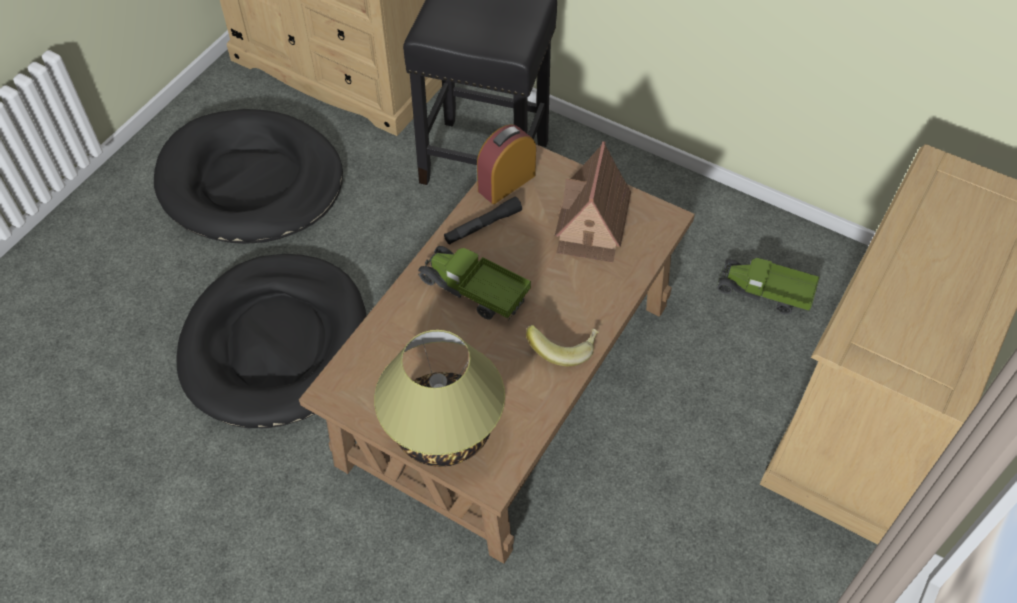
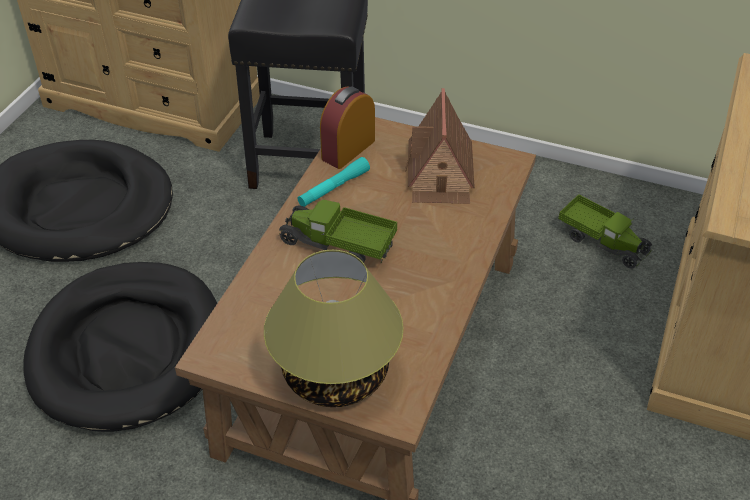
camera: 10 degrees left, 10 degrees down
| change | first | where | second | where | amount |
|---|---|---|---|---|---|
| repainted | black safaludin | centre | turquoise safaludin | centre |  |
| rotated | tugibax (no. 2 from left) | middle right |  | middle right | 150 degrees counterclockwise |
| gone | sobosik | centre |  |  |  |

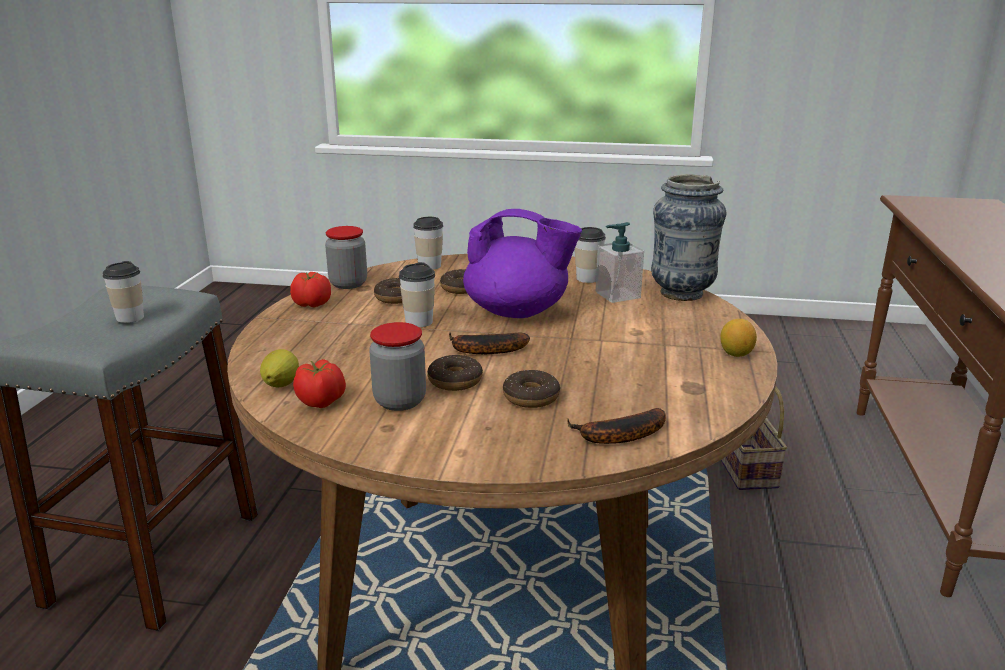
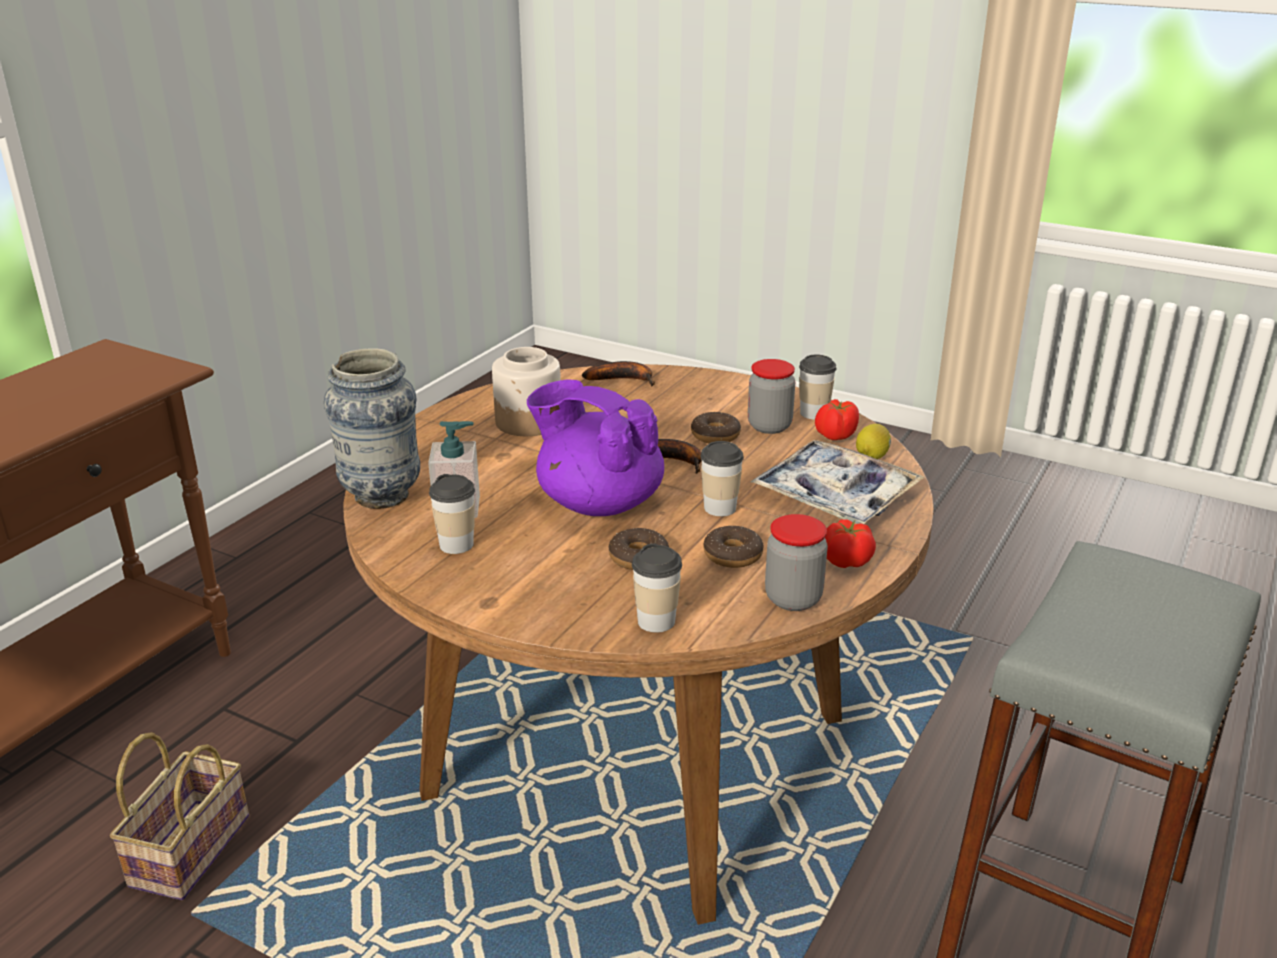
camera: 160 degrees left, 5 degrees up
| change | first | where | second | where | amount |
|---|---|---|---|---|---|
| shifted | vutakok (no. 1 from left in the first image) | middle left | vutakok (no. 4 from left) | centre |  |
| gone | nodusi (no. 2 from left) | middle right |  |  |  |
| gone | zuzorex (no. 4 from left) | centre |  |  |  |
| new |  |  | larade (no. 1 from left) | centre |  |
| new |  |  | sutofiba | centre |  |

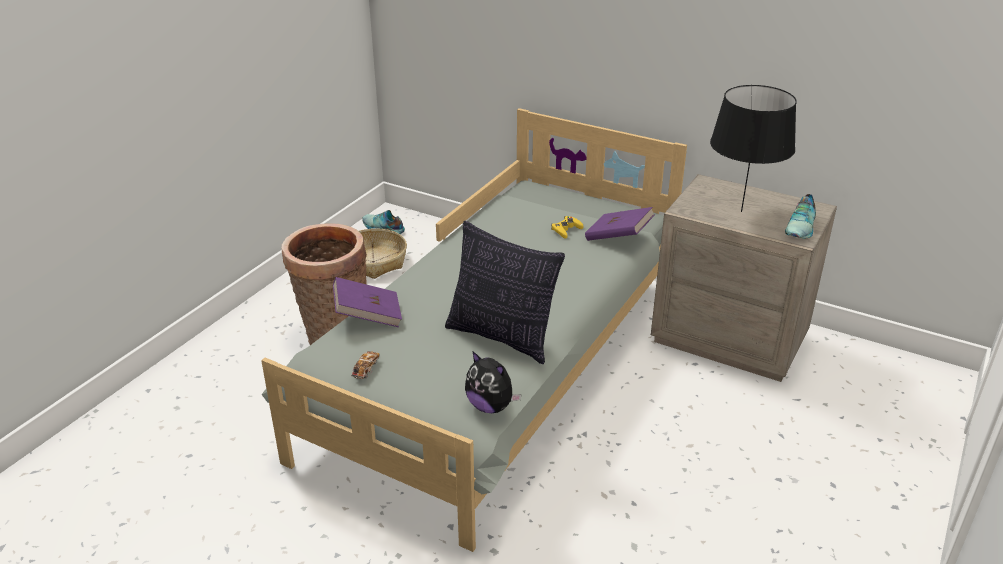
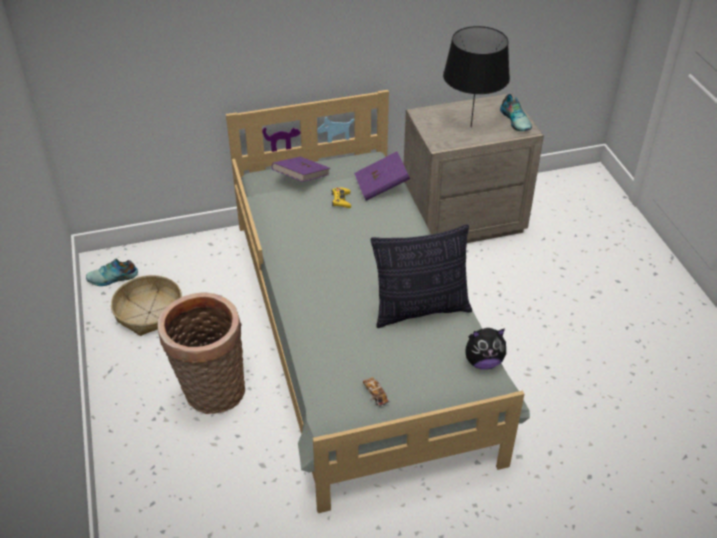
camera: 45 degrees left, 10 degrees up
| change | first | where | second | where | amount |
|---|---|---|---|---|---|
| shifted | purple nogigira (no. 1 from left) | centre |  | top centre |  |

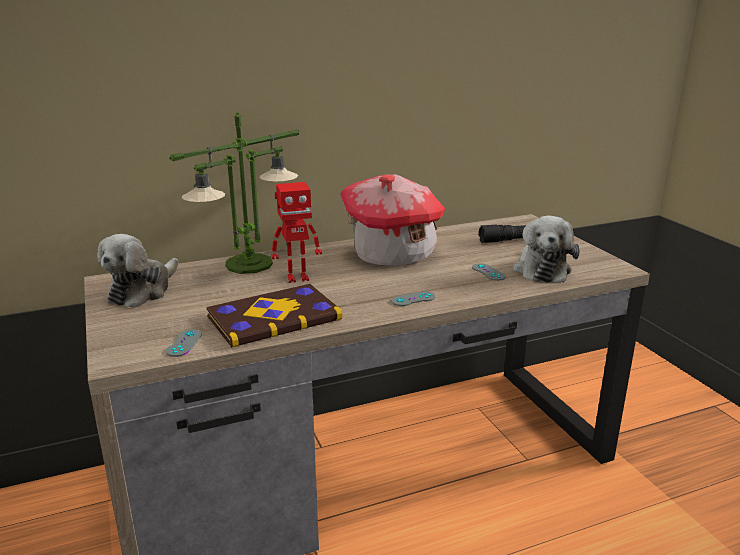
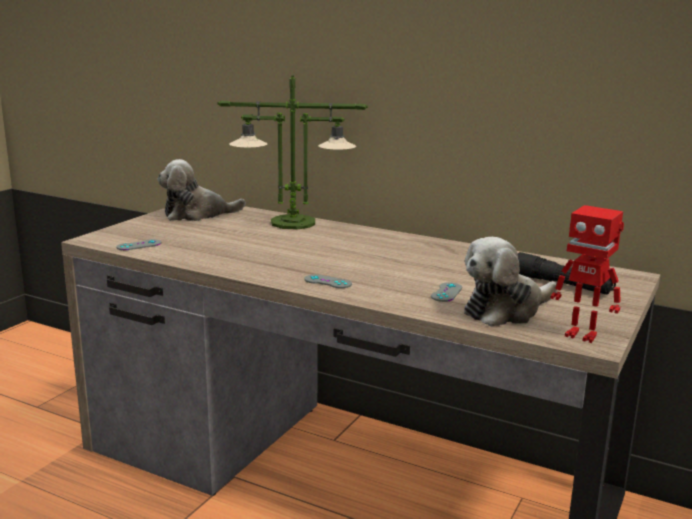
camera: 50 degrees right, 5 degrees down
| change | first | where | second | where | amount |
|---|---|---|---|---|---|
| gone | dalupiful | centre |  |  |  |
| shifted | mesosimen | centre |  | middle right |  |
| gone | nogigira | centre |  |  |  |

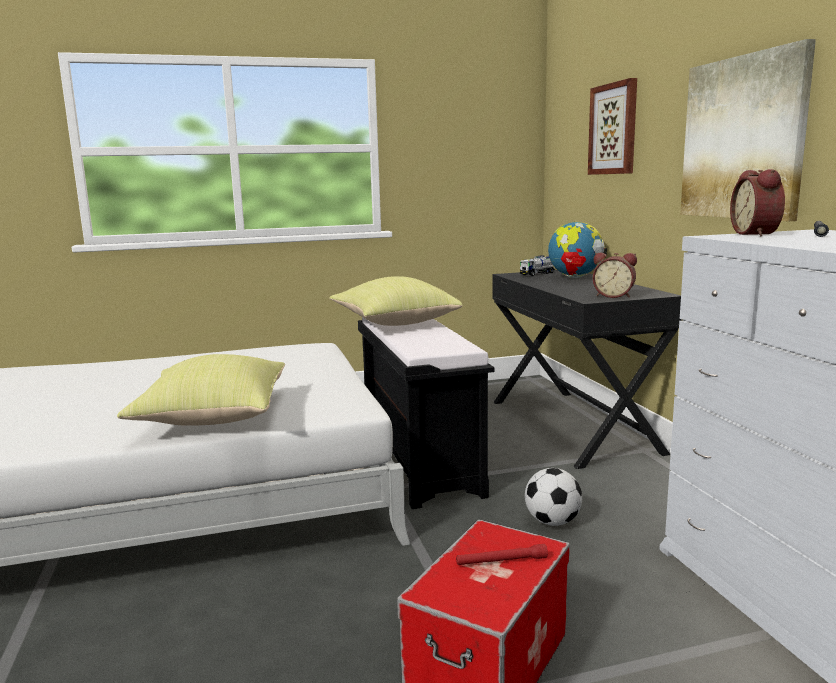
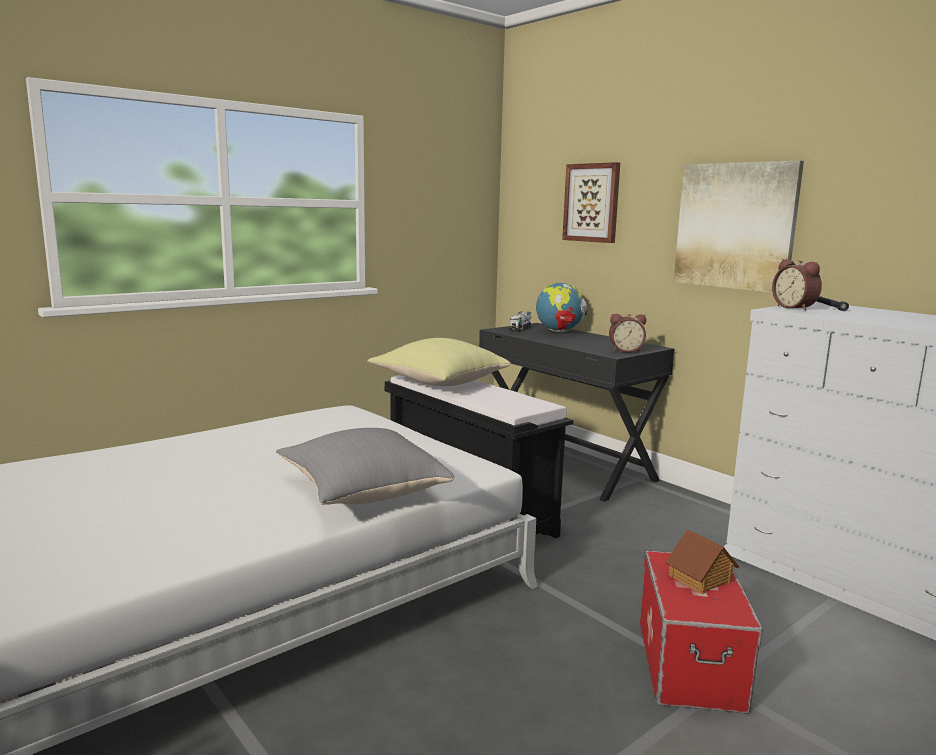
camera: 25 degrees left, 0 degrees up
| change | first | where | second | where | amount |
|---|---|---|---|---|---|
| repainted | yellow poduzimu (no. 1 from left) | middle left | grey poduzimu | centre |  |
| gone | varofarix | bottom centre |  |  |  |
| swapped | red safaludin | bottom centre | dalupiful | bottom right |  |

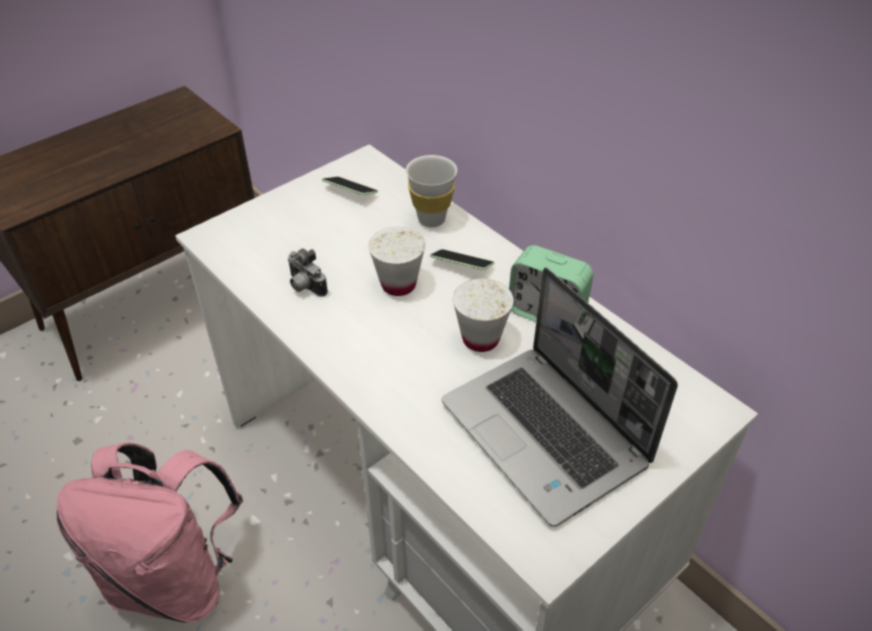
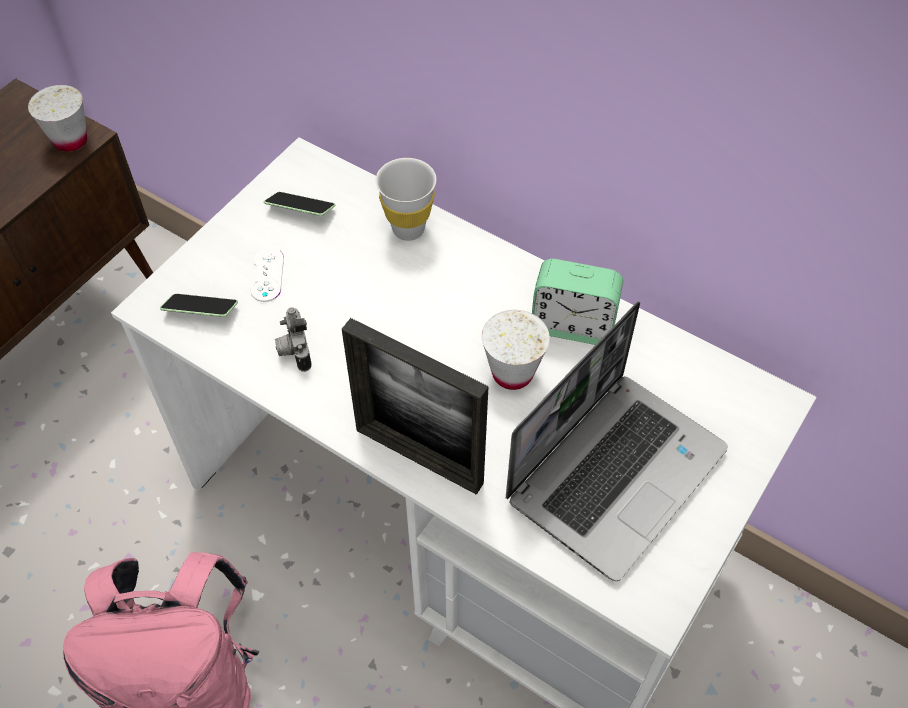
camera: 15 degrees left, 10 degrees up
| change | first | where | second | where | amount |
|---|---|---|---|---|---|
| shifted | white vutakok (no. 1 from left) | centre |  | top left |  |
| rotated | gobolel | centre |  | middle left | 45 degrees clockwise |
| shifted | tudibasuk (no. 2 from left in the first image) | centre | tudibasuk (no. 1 from left) | middle left |  |
| rotated | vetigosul | centre |  | middle right | 90 degrees counterclockwise |
| new |  |  | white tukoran | middle left |  |
| new |  |  | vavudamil | centre |  |

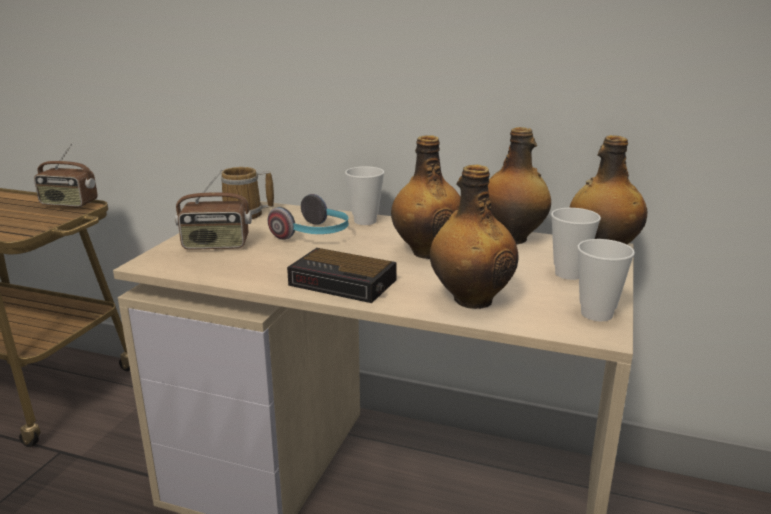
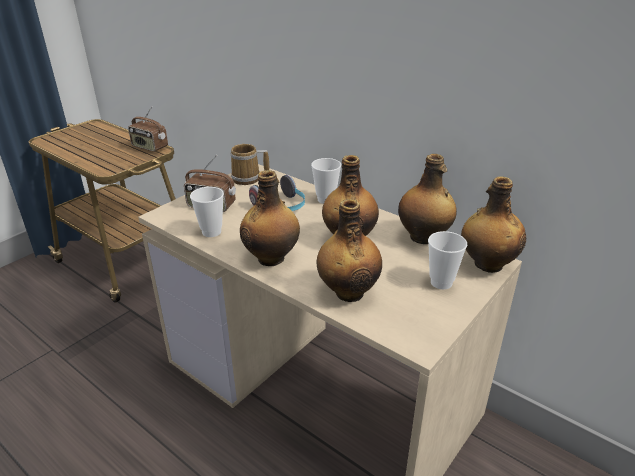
camera: 20 degrees right, 10 degrees up
| change | first | where | second | where | amount |
|---|---|---|---|---|---|
| shifted | vutakok (no. 3 from left in the first image) | middle right | vutakok (no. 1 from left) | middle left |  |
| swapped | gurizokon | centre | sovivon (no. 1 from left) | centre |  |

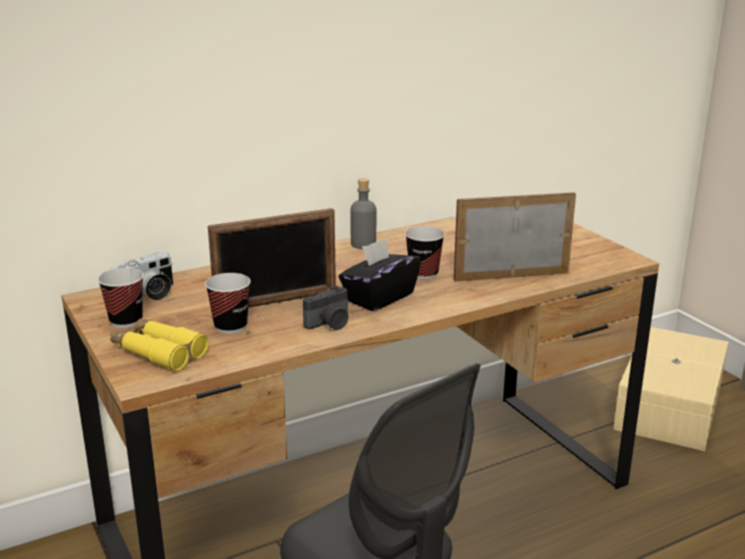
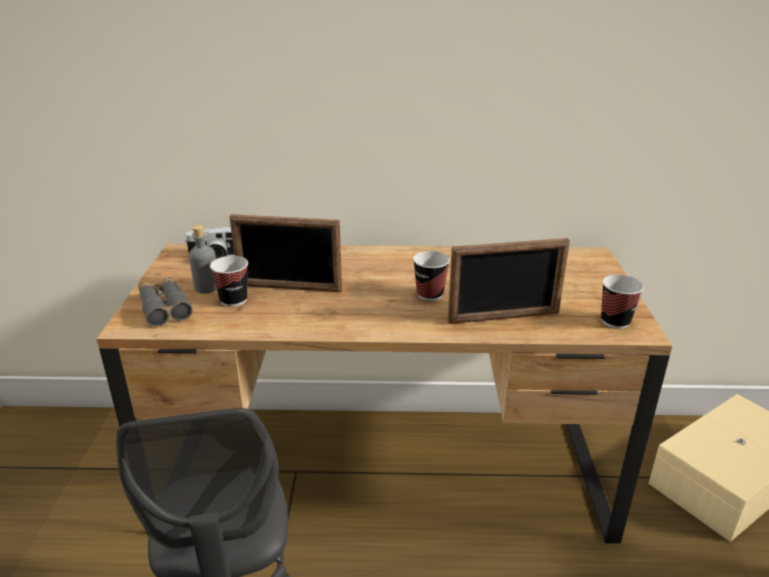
camera: 30 degrees right, 5 degrees up
| change | first | where | second | where | amount |
|---|---|---|---|---|---|
| shifted | grey sovivon | centre |  | middle left |  |
| rotated | vavudamil (no. 2 from left) | middle right |  | centre | 150 degrees clockwise |
| gone | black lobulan | centre |  |  |  |
| shifted | vutakok (no. 1 from left in the first image) | middle left | vutakok (no. 3 from left) | middle right |  |
| gone | gobolel (no. 2 from left) | centre |  |  |  |
| repainted | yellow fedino | middle left | grey fedino | middle left |  |

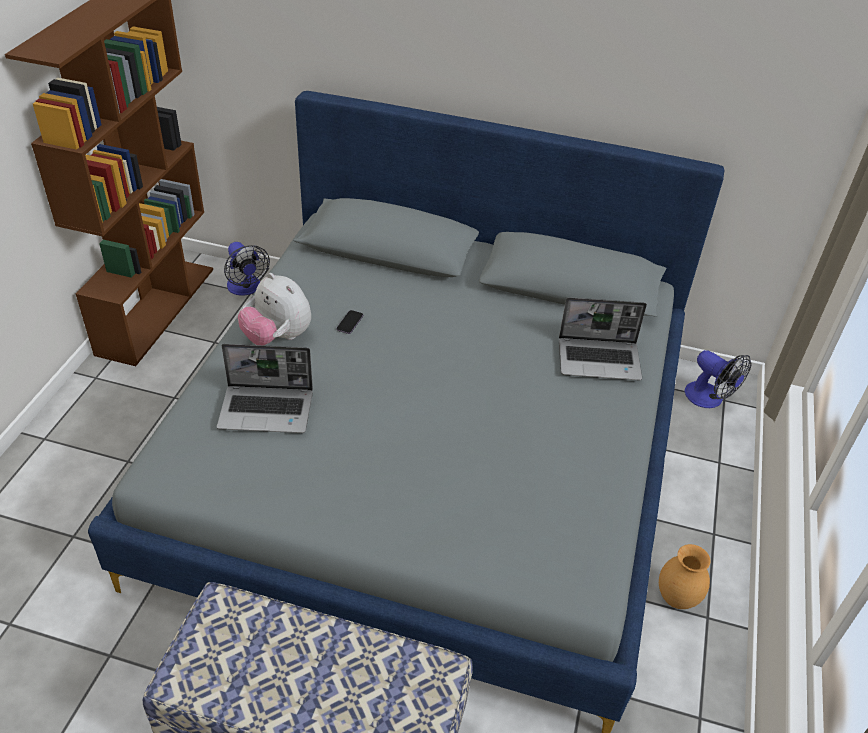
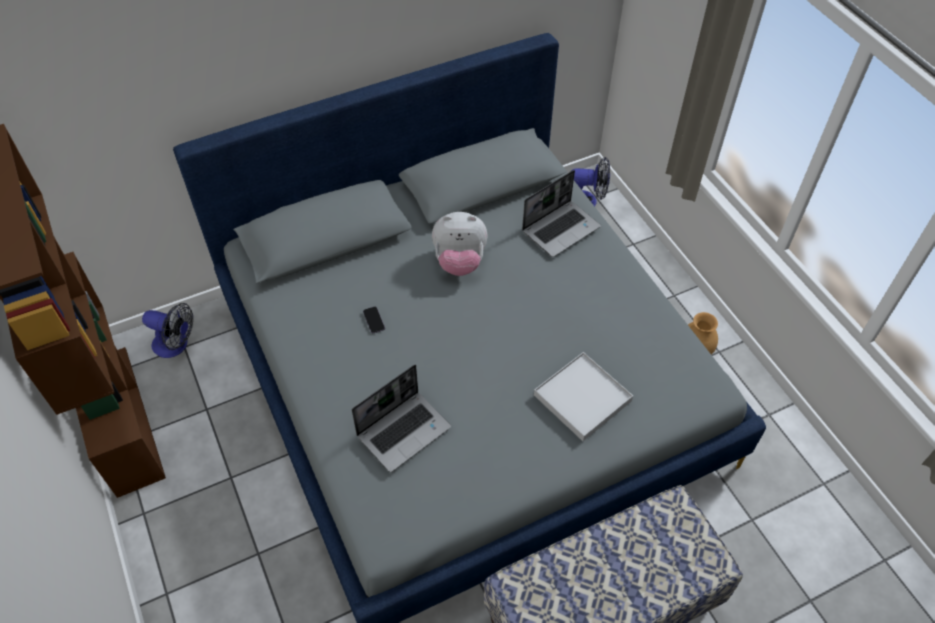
camera: 40 degrees left, 10 degrees up
| change | first | where | second | where | amount |
|---|---|---|---|---|---|
| shifted | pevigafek | middle left |  | centre |  |
| new |  |  | white sutofiba | centre |  |

